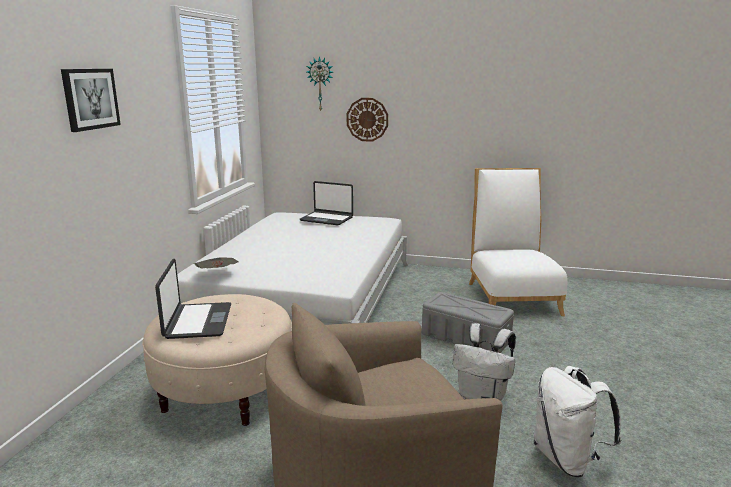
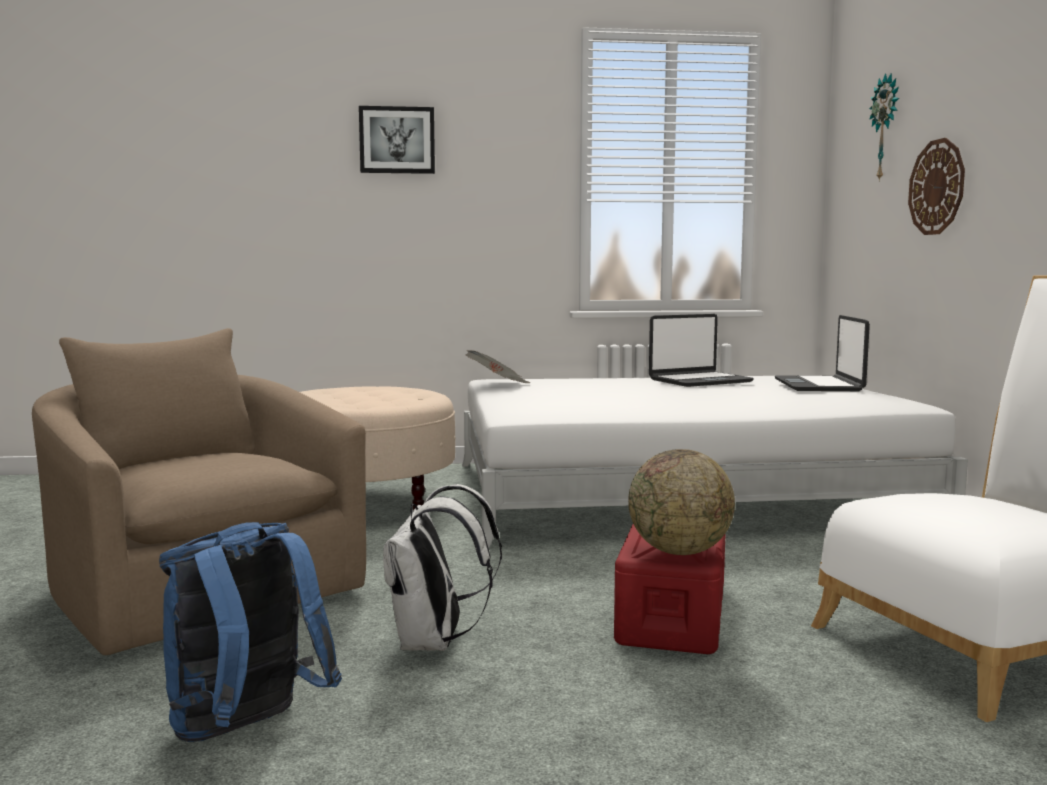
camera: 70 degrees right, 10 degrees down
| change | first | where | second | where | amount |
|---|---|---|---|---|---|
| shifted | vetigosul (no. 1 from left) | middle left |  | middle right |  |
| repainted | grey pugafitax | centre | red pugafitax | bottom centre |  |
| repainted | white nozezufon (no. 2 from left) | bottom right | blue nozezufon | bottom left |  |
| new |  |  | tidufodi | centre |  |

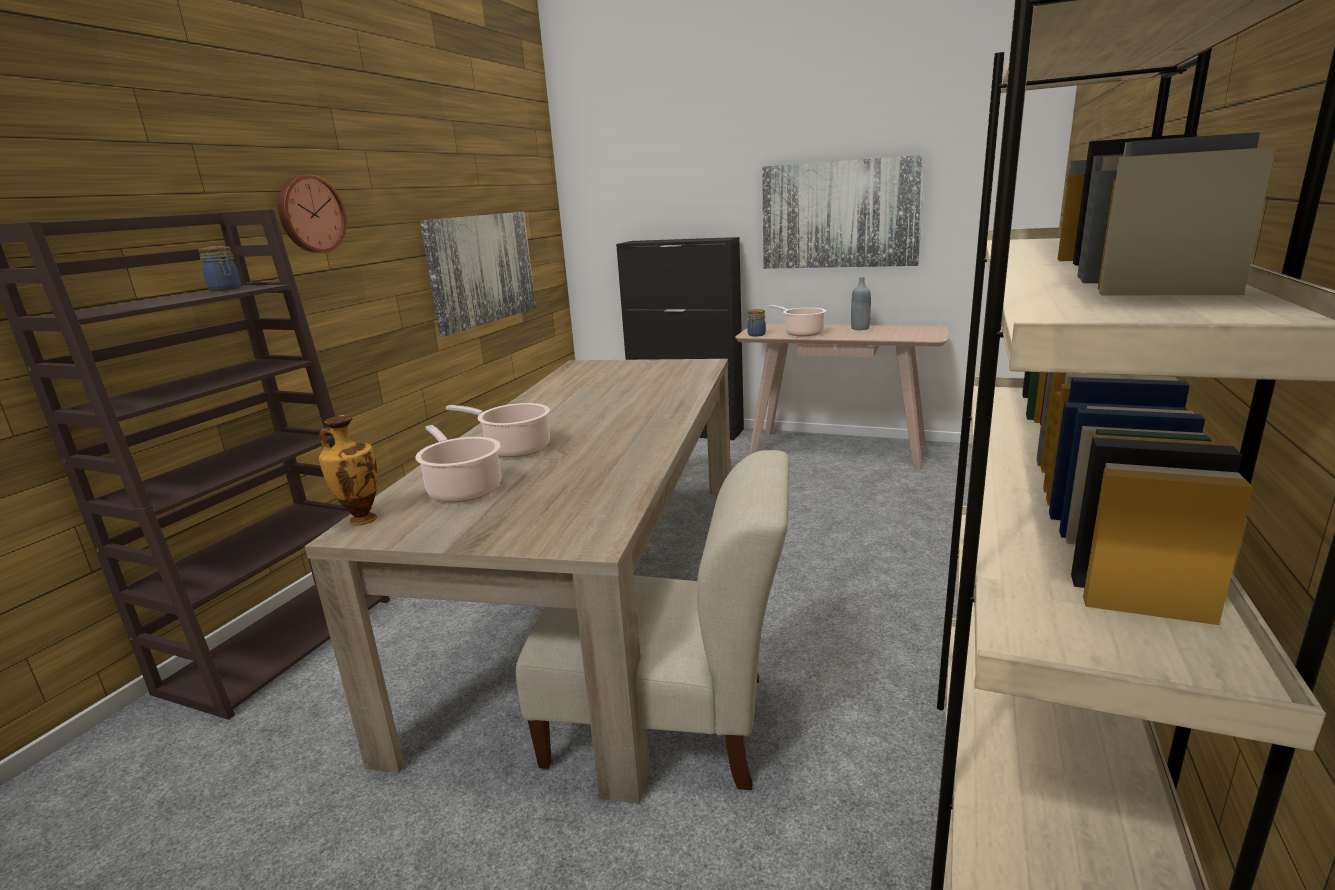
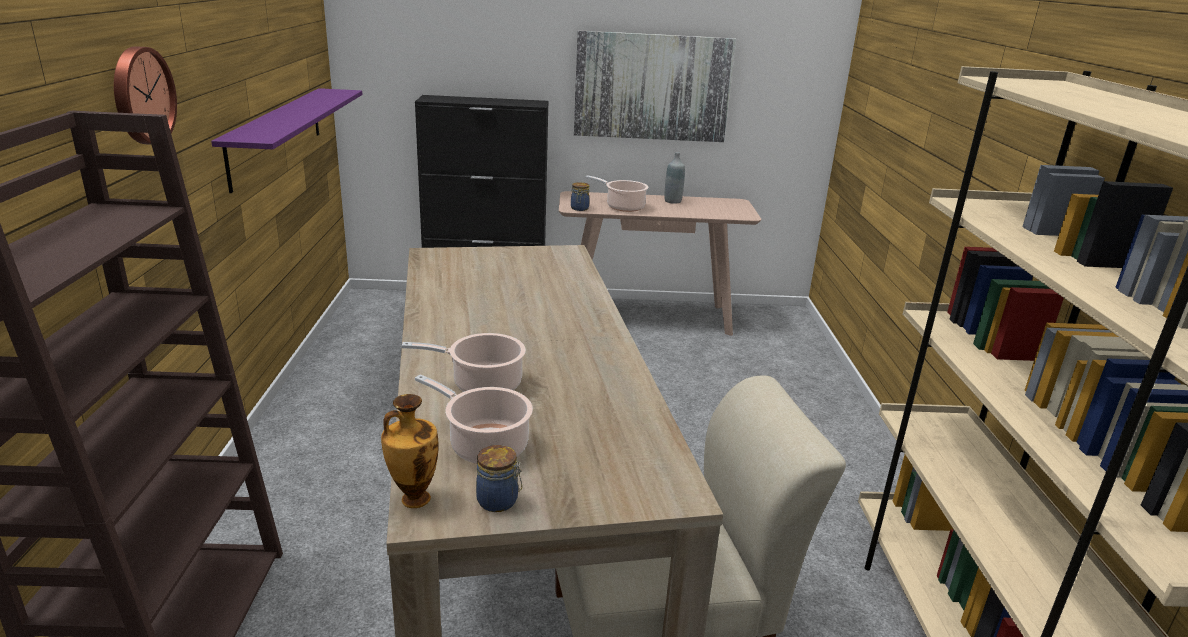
camera: 25 degrees left, 5 degrees up
| change | first | where | second | where | amount |
|---|---|---|---|---|---|
| swapped | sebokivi (no. 1 from left) | top centre | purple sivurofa | top left |  |
| shifted | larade (no. 1 from left) | top left |  | bottom centre |  |

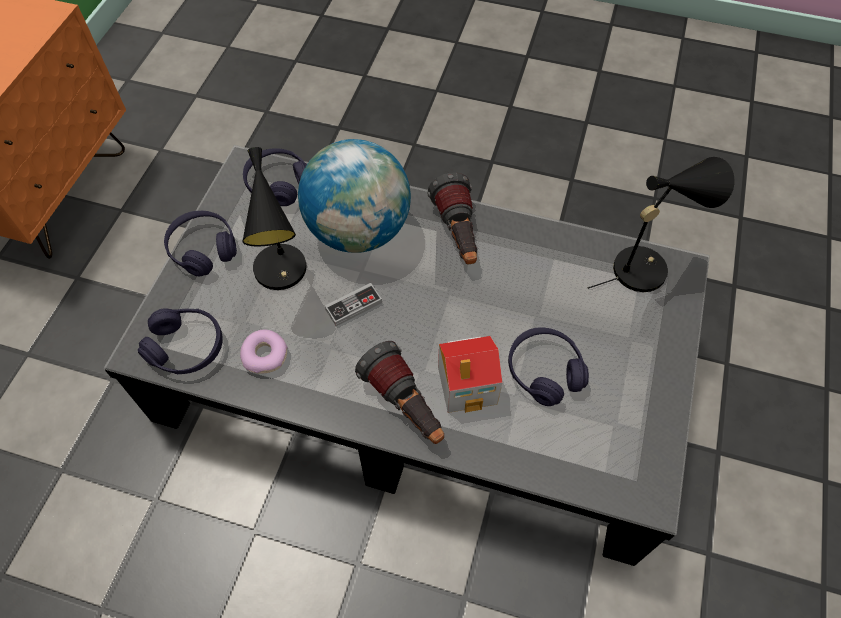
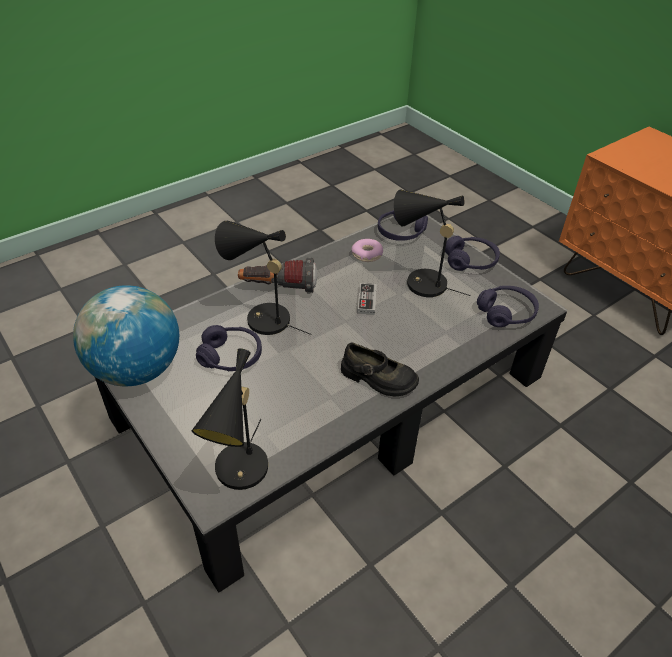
camera: 125 degrees right, 15 degrees down
| change | first | where | second | where | amount |
|---|---|---|---|---|---|
| shifted | tidufodi | top centre |  | middle left |  |
| swapped | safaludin (no. 2 from left) | centre | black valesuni | centre |  |
| swapped | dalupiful | centre | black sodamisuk (no. 2 from left) | centre |  |

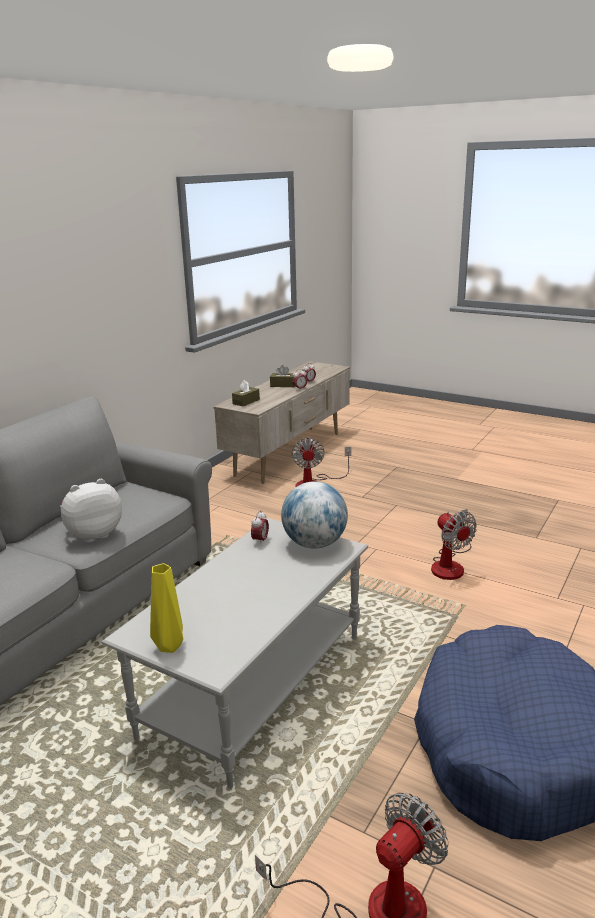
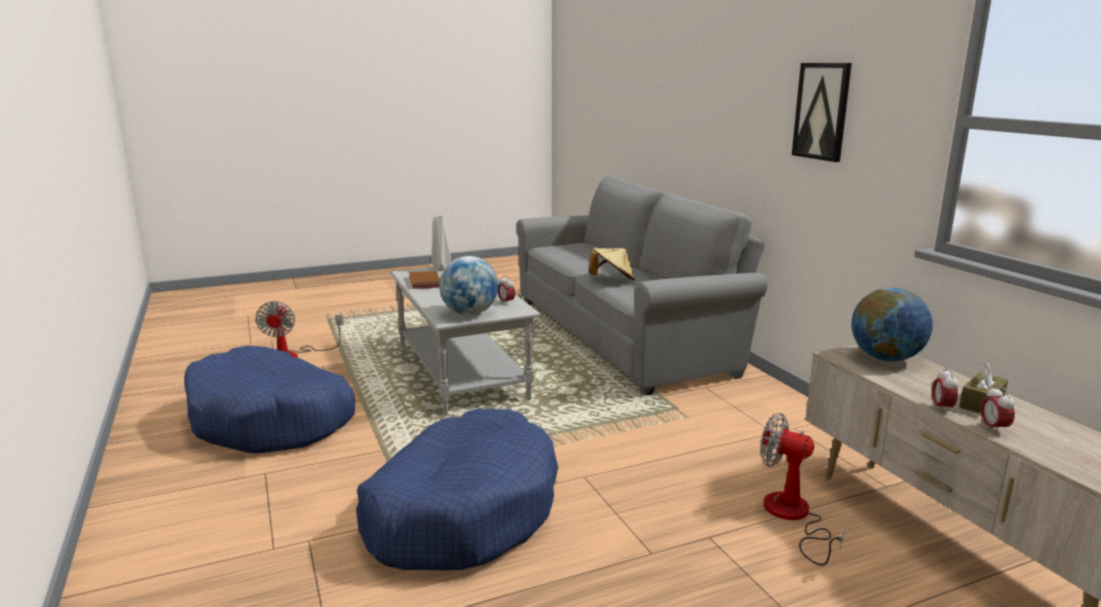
camera: 125 degrees right, 5 degrees down
| change | first | where | second | where | amount |
|---|---|---|---|---|---|
| swapped | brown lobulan (no. 1 from left) | centre | tidufodi (no. 2 from left) | middle right |  |
| swapped | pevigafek | middle left | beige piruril | centre |  |
| swapped | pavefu (no. 3 from left) | middle right | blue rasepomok (no. 2 from left) | bottom centre |  |
| repainted | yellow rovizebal | middle left | grey rovizebal | centre |  |
| new |  |  | sebokivi | top right |  |
| new |  |  | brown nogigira | centre |  |

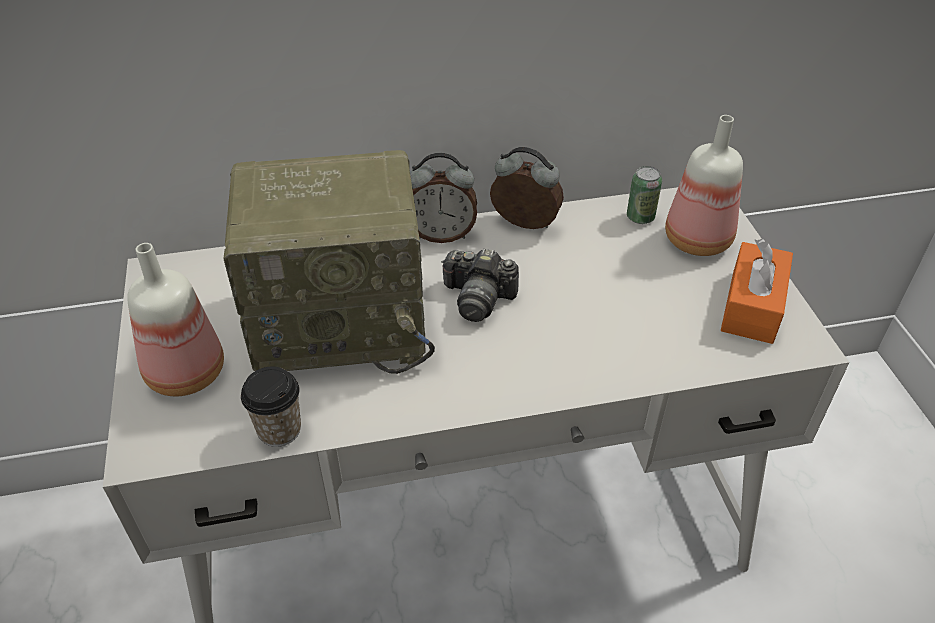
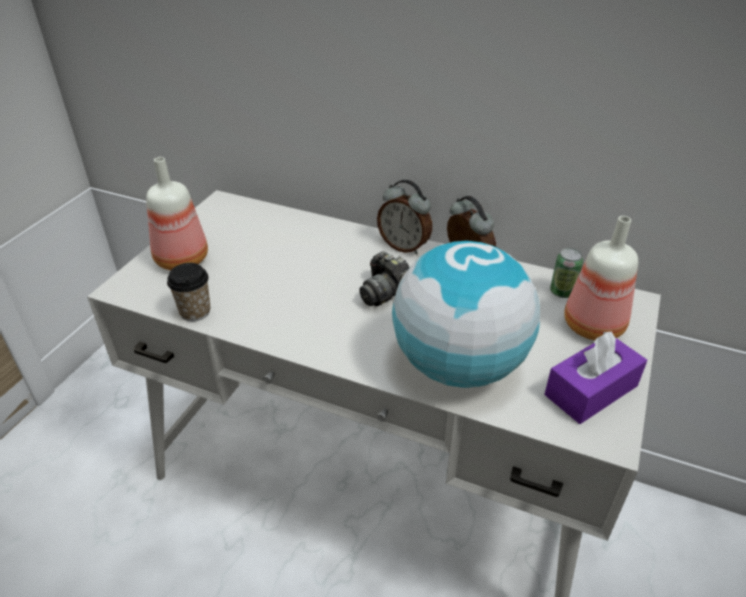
camera: 35 degrees right, 5 degrees down
| change | first | where | second | where | amount |
|---|---|---|---|---|---|
| gone | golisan | centre |  |  |  |
| repainted | orange lobulan | middle right | purple lobulan | middle right |  |
| new |  |  | tidufodi | centre |  |

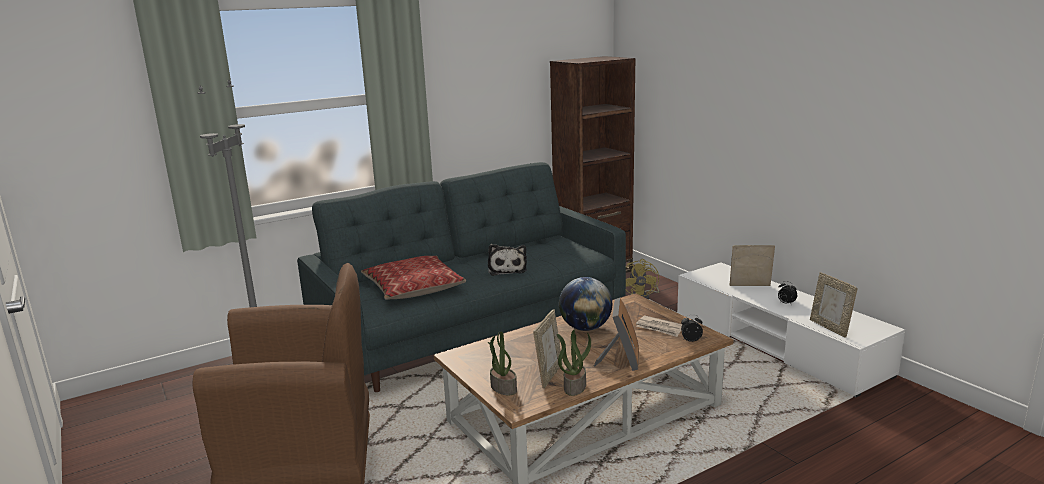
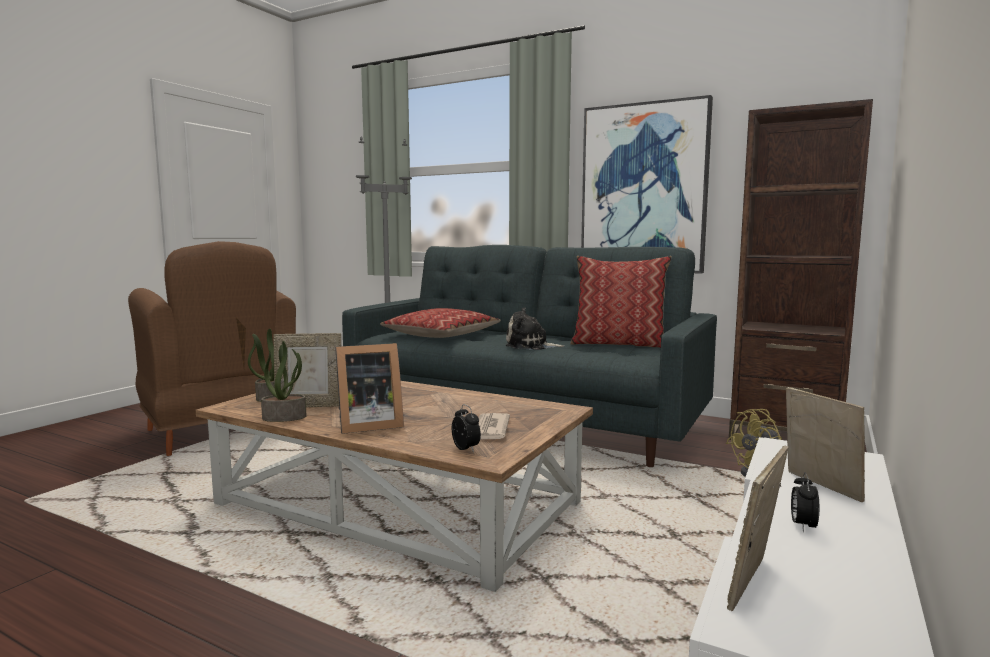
camera: 60 degrees right, 10 degrees down
| change | first | where | second | where | amount |
|---|---|---|---|---|---|
| rotated | pevigafek | centre |  | centre | 45 degrees clockwise |
| gone | tidufodi | centre |  |  |  |
| new |  |  | sebokivi | top centre |  |
| new |  |  | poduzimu (no. 2 from left) | centre |  |

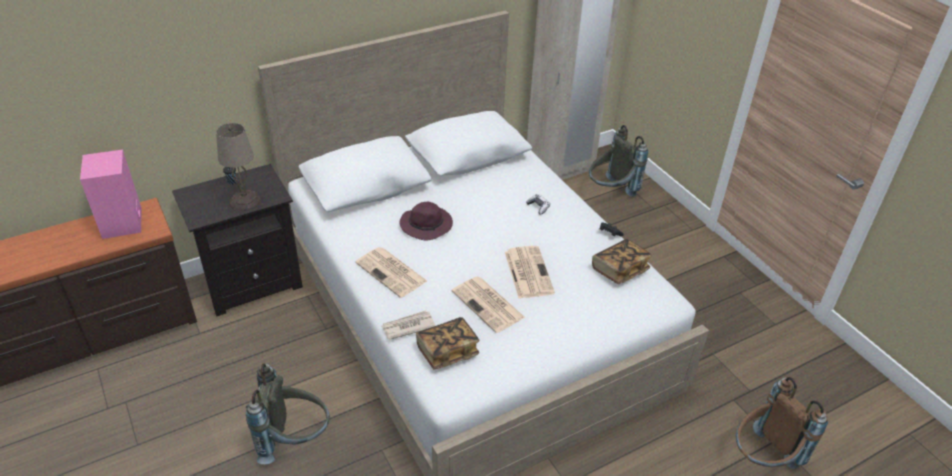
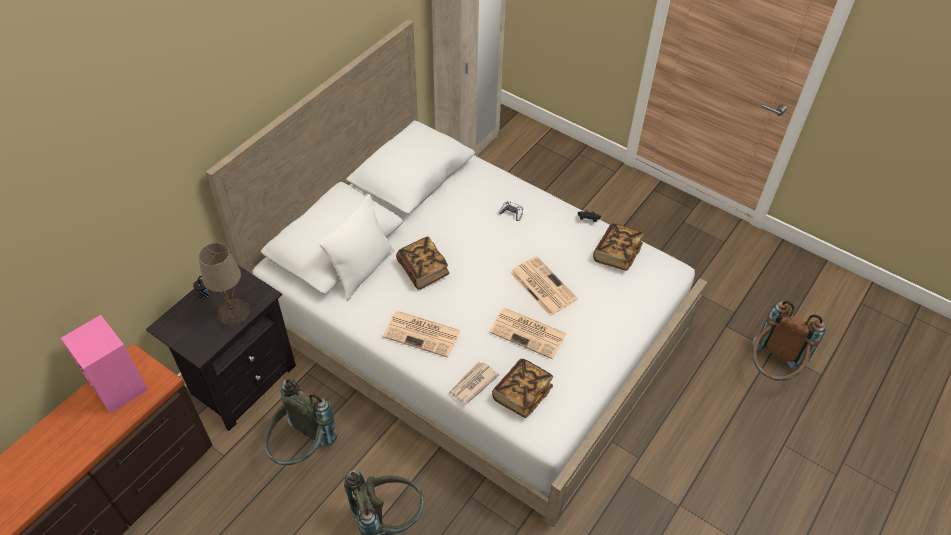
camera: 25 degrees left, 10 degrees up
| change | first | where | second | where | amount |
|---|---|---|---|---|---|
| shifted | grey nozezufon (no. 2 from left in the first image) | centre | grey nozezufon (no. 1 from left) | bottom left |  |
| swapped | purple piruril | centre | nogigira (no. 1 from left) | centre |  |
| new |  |  | white poduzimu | centre |  |

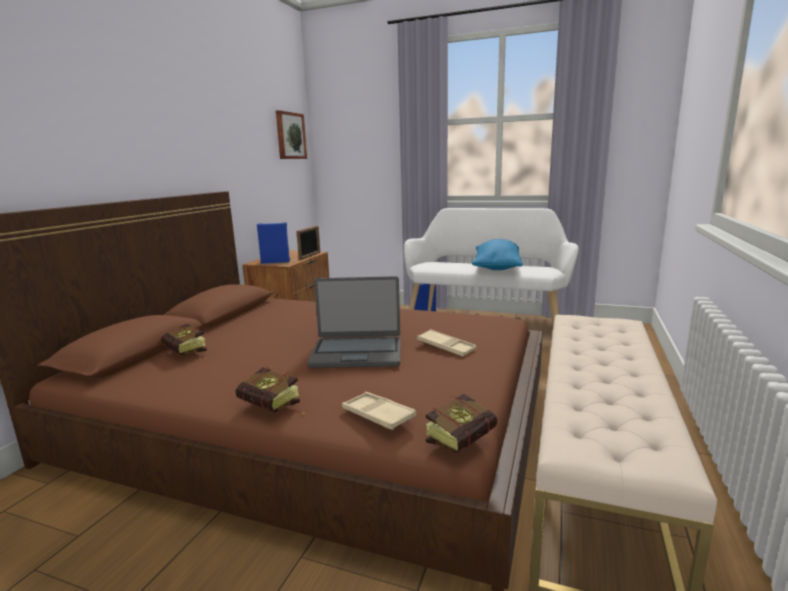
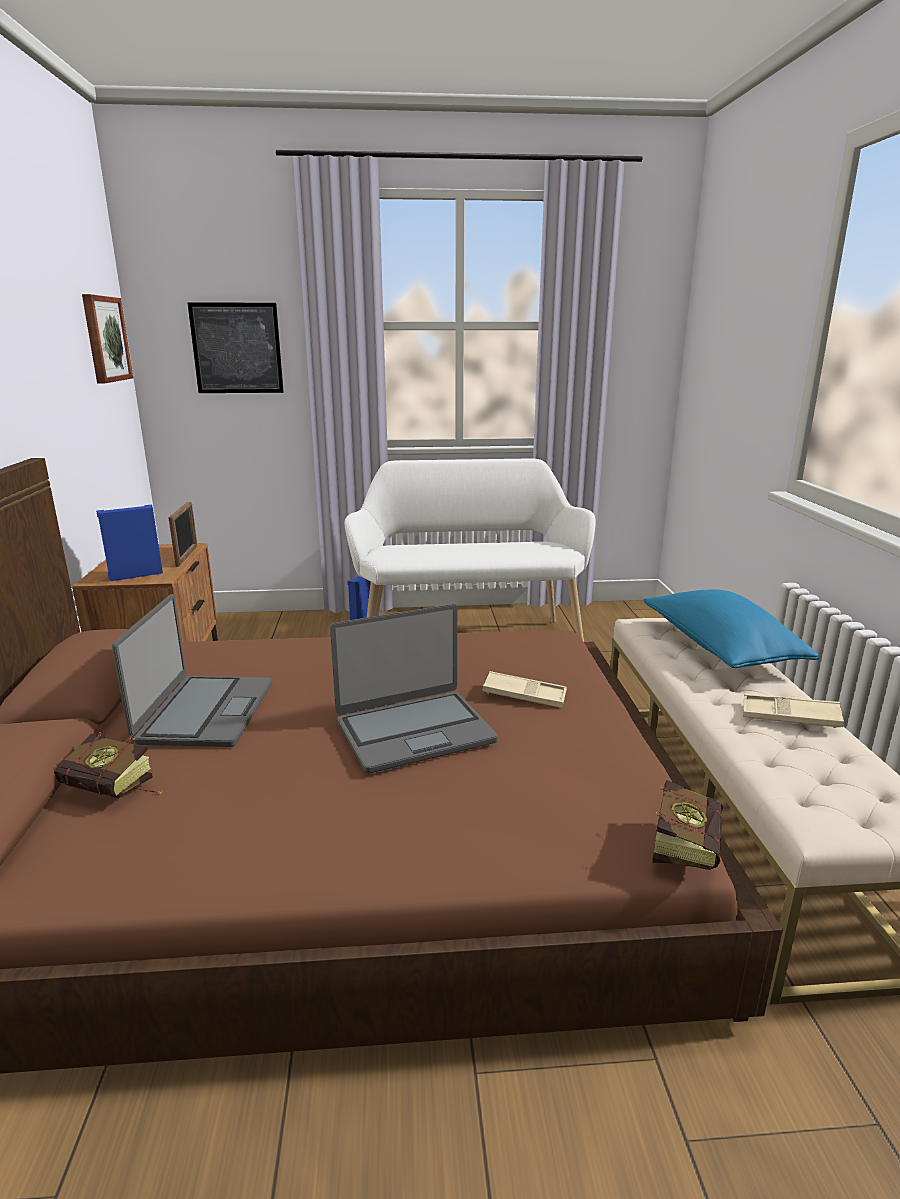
camera: 25 degrees left, 5 degrees up
| change | first | where | second | where | amount |
|---|---|---|---|---|---|
| shifted | blue poduzimu | centre |  | middle right |  |
| gone | nogigira (no. 2 from left) | centre |  |  |  |
| shifted | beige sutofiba (no. 1 from left in the first image) | bottom centre | beige sutofiba (no. 2 from left) | middle right |  |
| new |  |  | sebokivi (no. 2 from left) | top left |  |
| new |  |  | vetigosul (no. 1 from left) | middle left |  |

